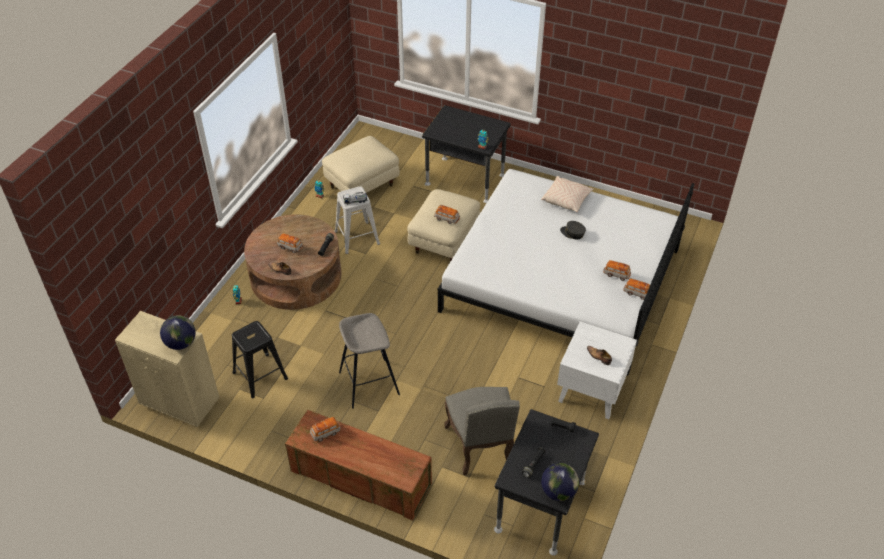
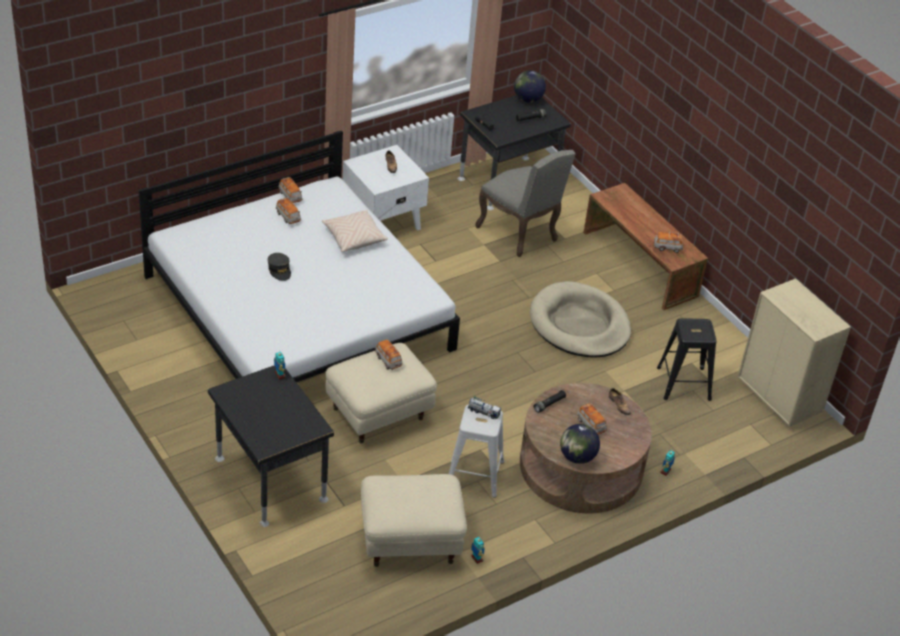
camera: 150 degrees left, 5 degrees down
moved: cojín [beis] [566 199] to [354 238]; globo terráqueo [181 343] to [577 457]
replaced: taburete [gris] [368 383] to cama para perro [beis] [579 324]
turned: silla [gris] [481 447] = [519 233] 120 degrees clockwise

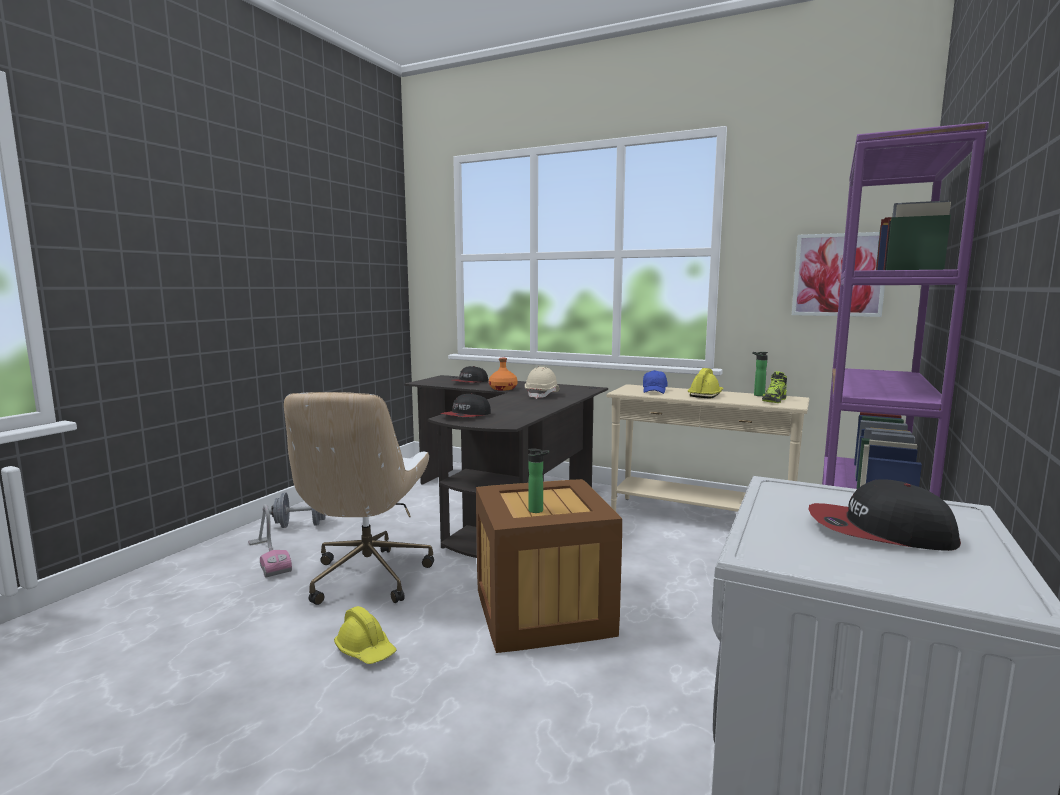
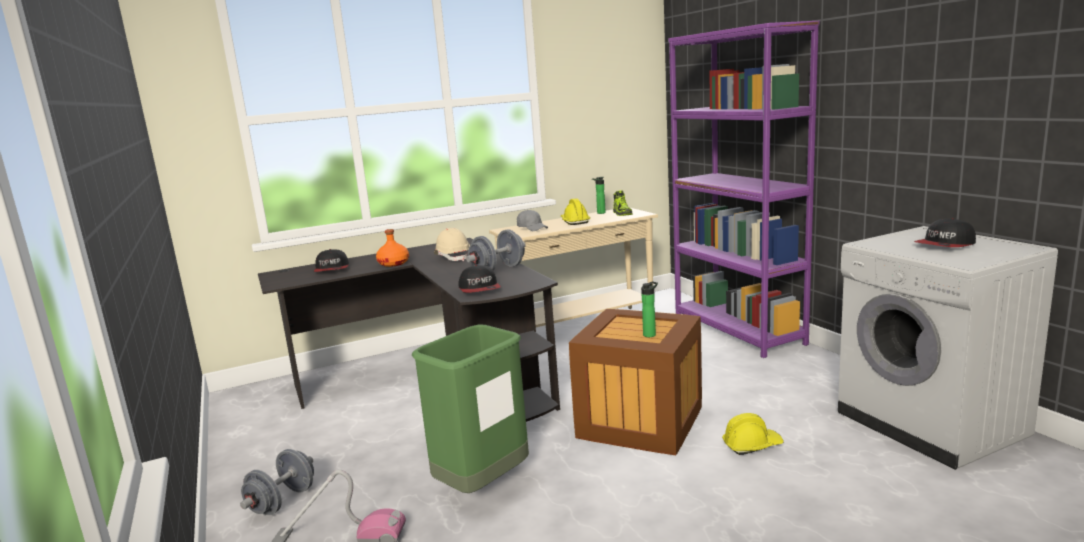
camera: 50 degrees left, 5 degrees up
removed: cuadro [838 275]
added: mancuerna [gris] [498 269]
moved: casco [amarillo] [366 650] to [752 445]
replaced: silla de oficina [blanco] [367 580] to papelera [verde] [482 485]
recoloured: gorra [azul] [654 390] to gorra [gris] [532 228]

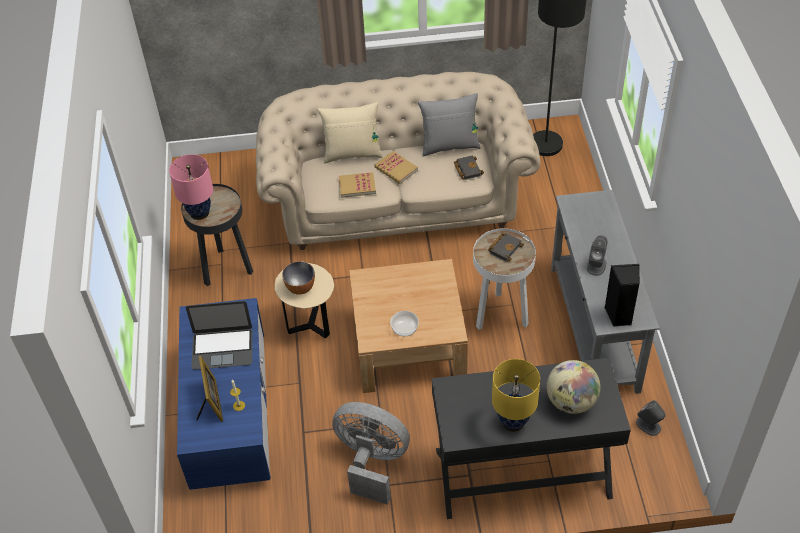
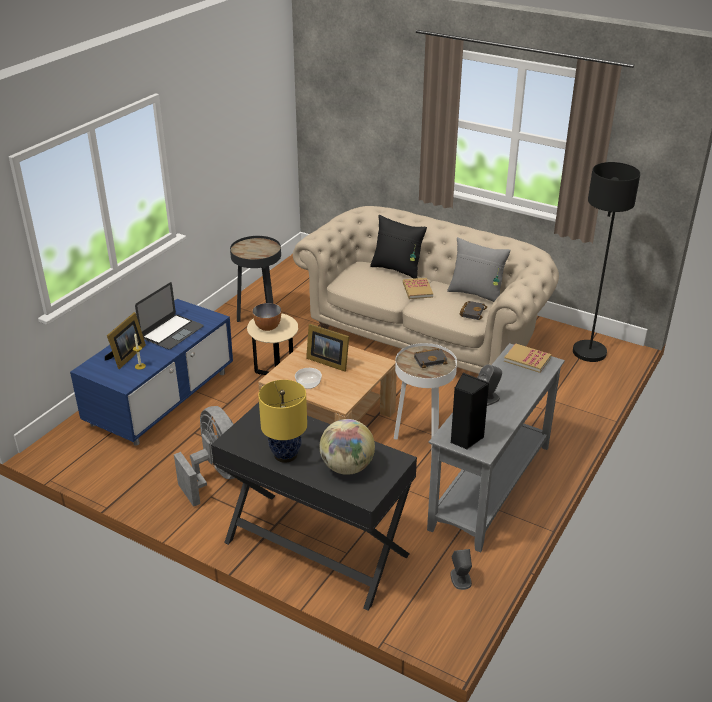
camera: 35 degrees right, 15 degrees down
removed: lámpara de mesa [rosa] [199 212]
added: portarretratos [327 361]
moved: libro [357 186] to [527 359]
recoloured: cojín [beis] [352 154] to cojín [negro] [397 270]
turned: portátil [222 348] = [172 332] 90 degrees counterclockwise

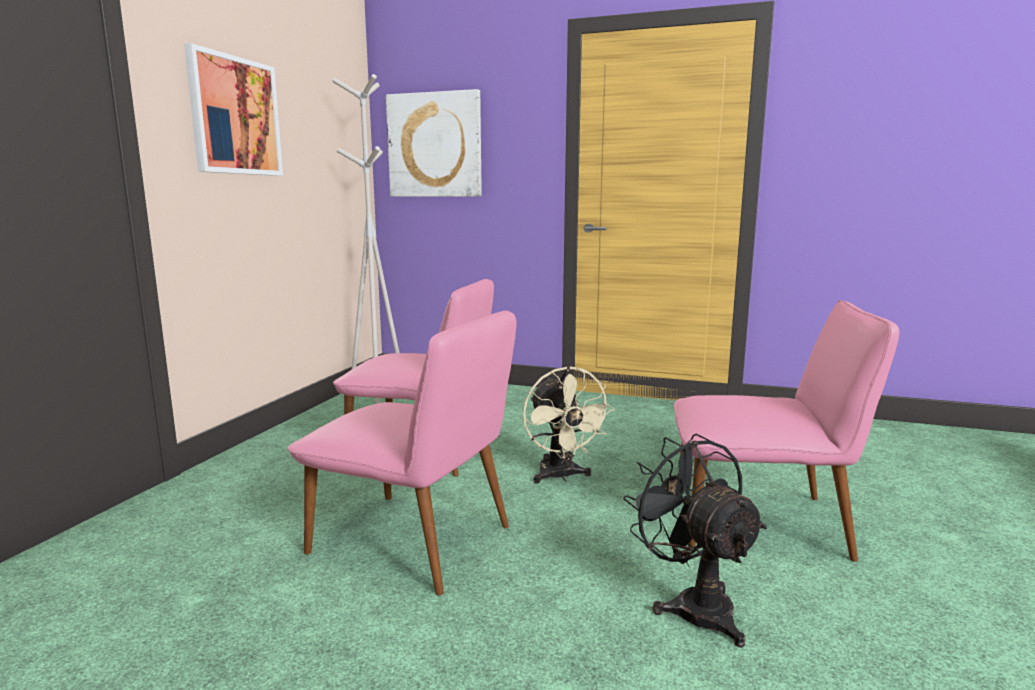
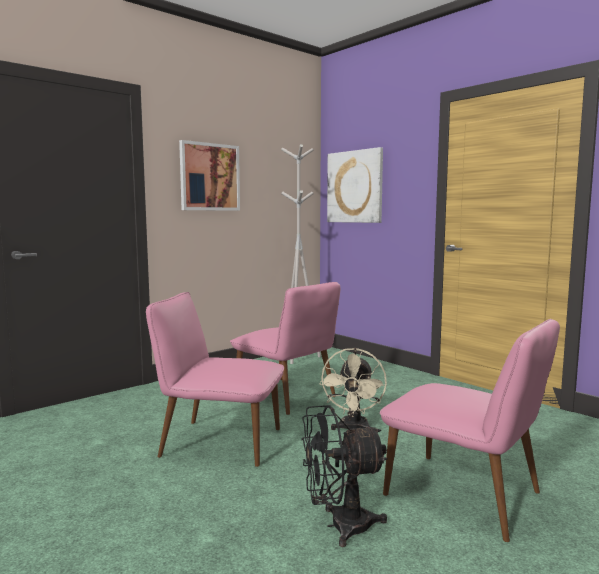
camera: 30 degrees right, 5 degrees down
turned: silla [rosa] [411 539] = [221 442] 135 degrees clockwise; ventilador [negro] [693 605] = [339 526] 105 degrees counterclockwise

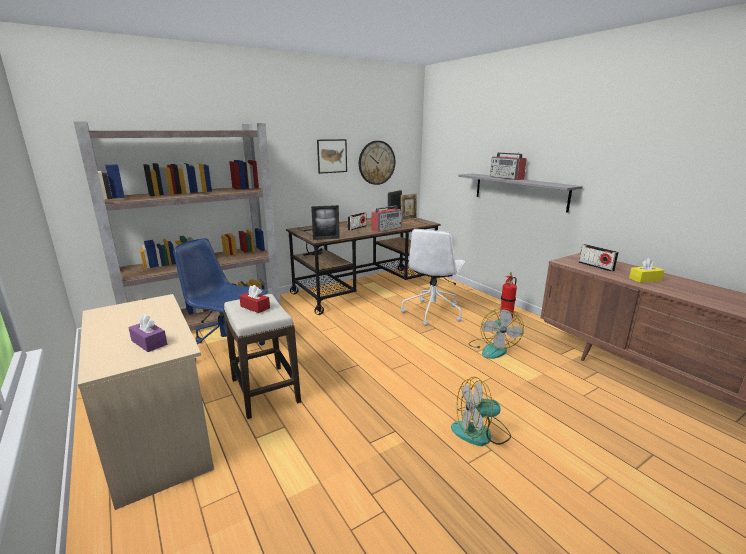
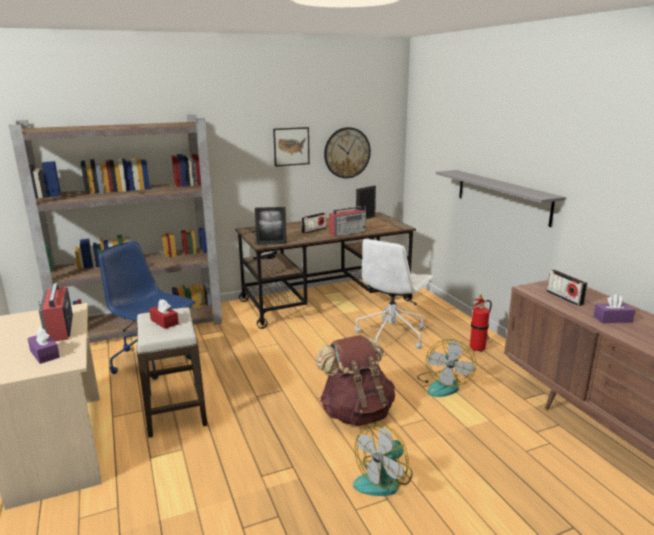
camera: 10 degrees right, 0 degrees up
removed: portarretratos [408 219]
added: mochila [marrón] [356 412]
moved: radio [506 178] to [59 329]
recoloured: caja de pañuelos [amarillo] [645 279] to caja de pañuelos [morado] [612 319]
turned: ventilador [480 433] = [384 479] 45 degrees counterclockwise

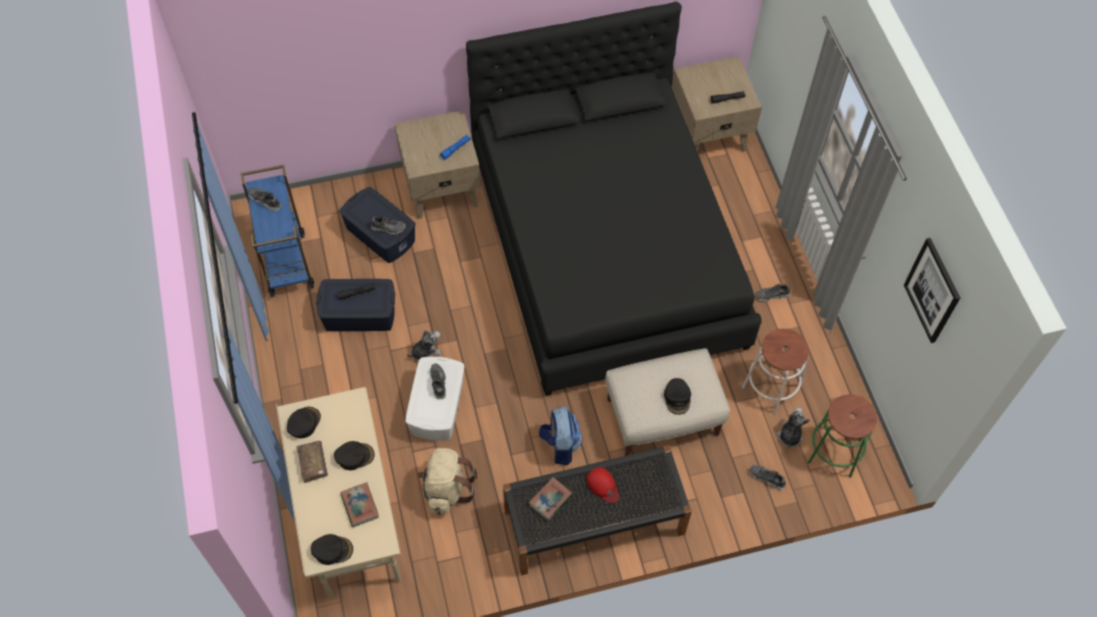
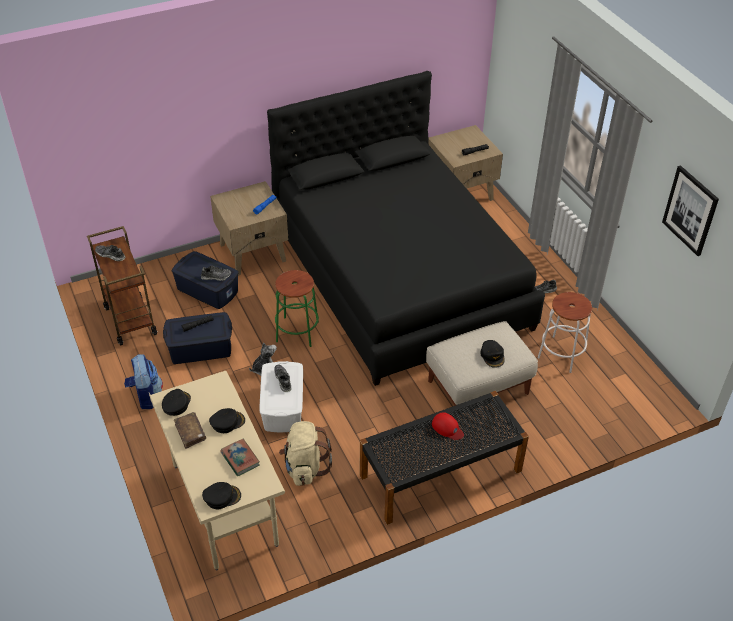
camera: 10 degrees left, 15 degrees down
removed: peluche [789 435]; zapato [767 478]; libro [550 500]
moved: taburete [verde] [834 451] to [297 331]; mochila [560 445] to [146 396]
recoloured: carrito [azul] [287 262] to carrito [marrón] [130 319]

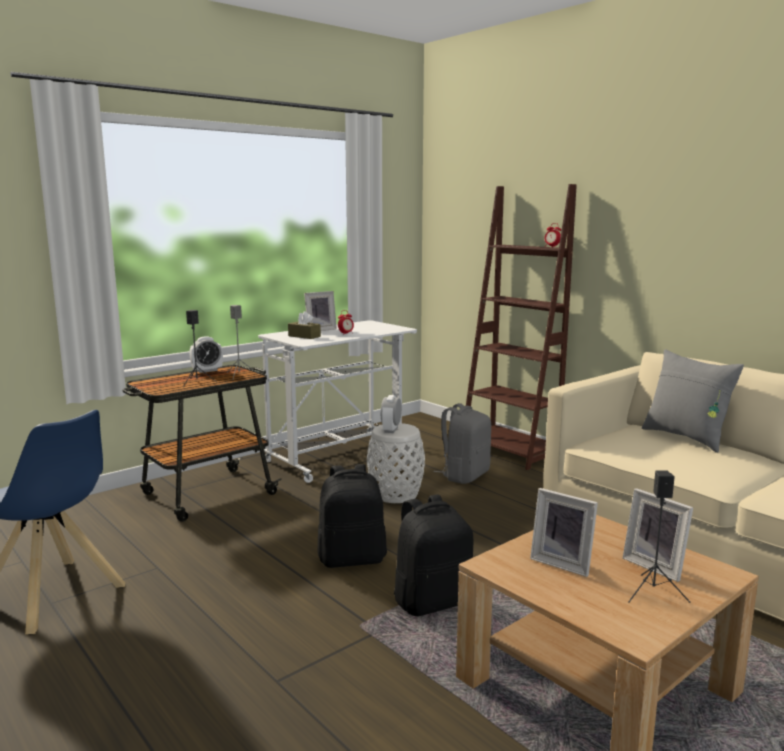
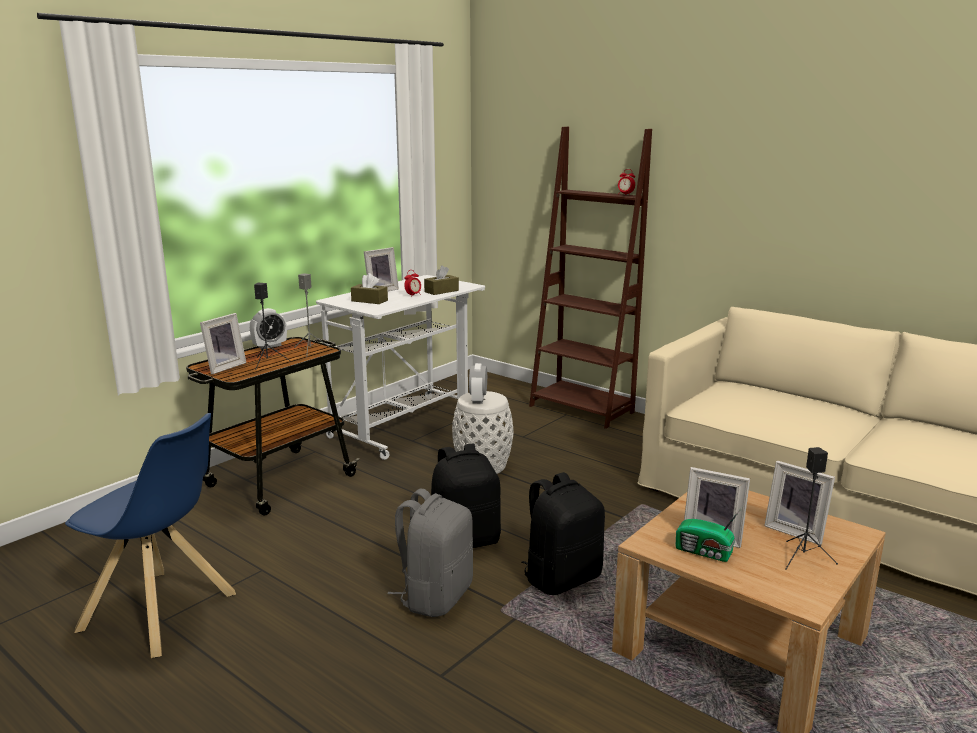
camera: 10 degrees left, 5 degrees up
removed: cojín [gris] [685 438]
added: caja de pañuelos [marrón] [441 291]; portarretratos [223 367]; radio [705 552]
moved: mochila [gris] [464 476] to [435 596]

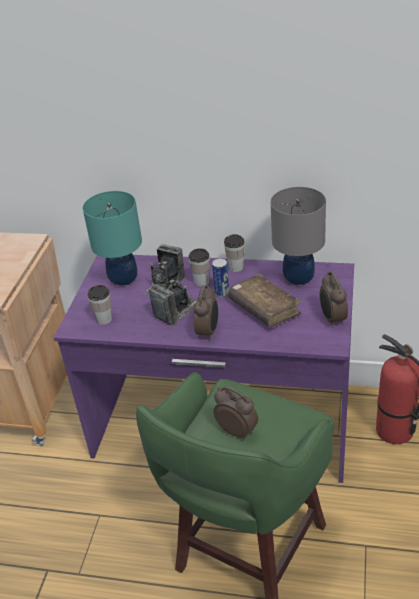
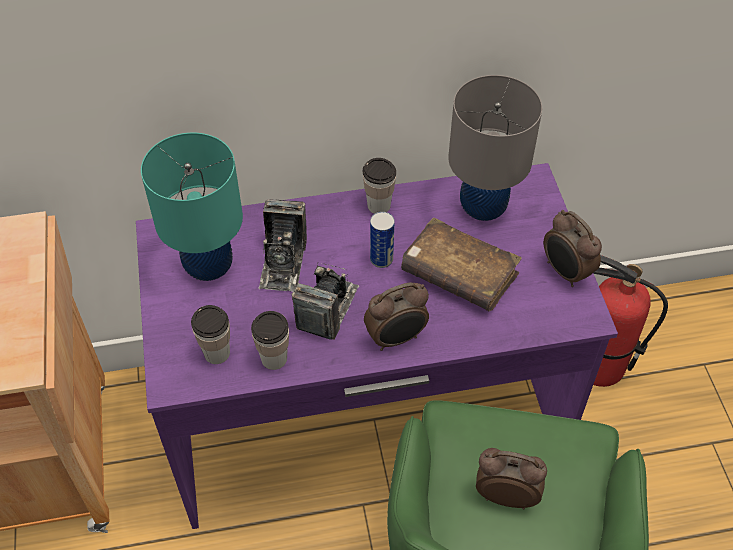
camera: 25 degrees left, 15 degrees up
moved: taza [201 282] to [274 358]
turned: despertador [208 332] = [396 338] 75 degrees clockwise

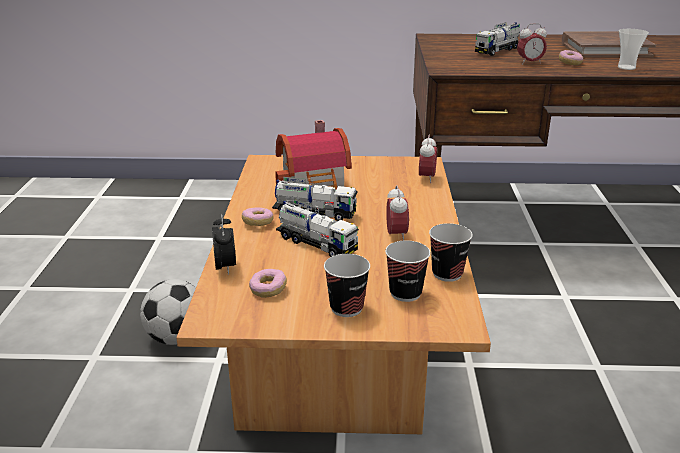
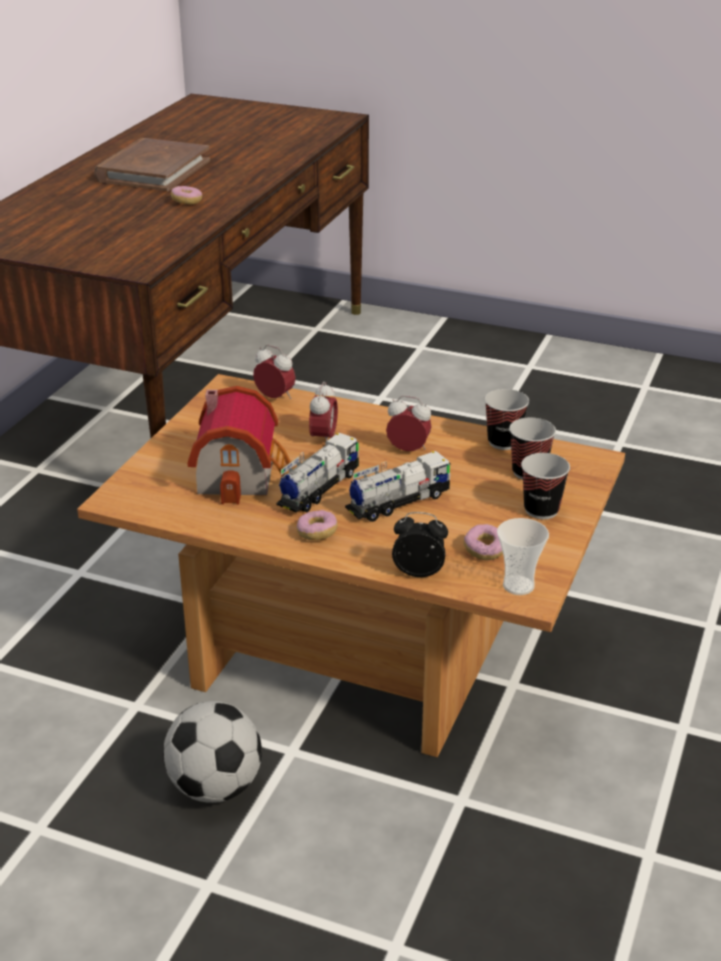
camera: 70 degrees left, 5 degrees up
removed: camión de juguete [497 50]
moved: despertador [529 63] to [323 438]; taza [626 67] to [518 586]

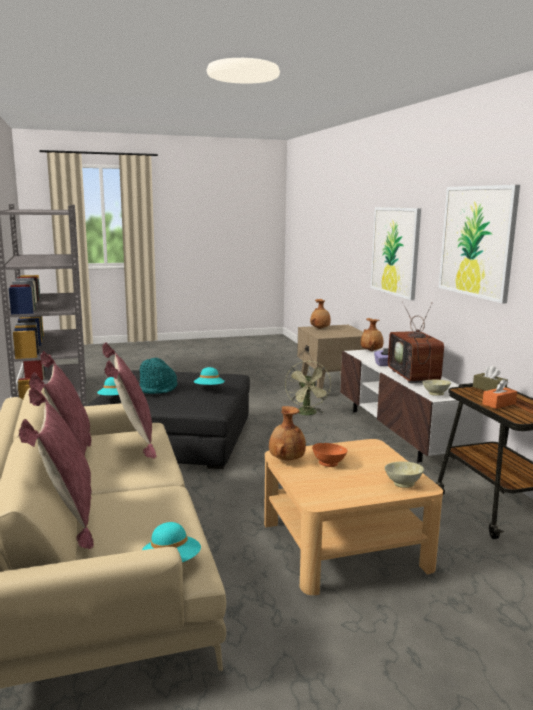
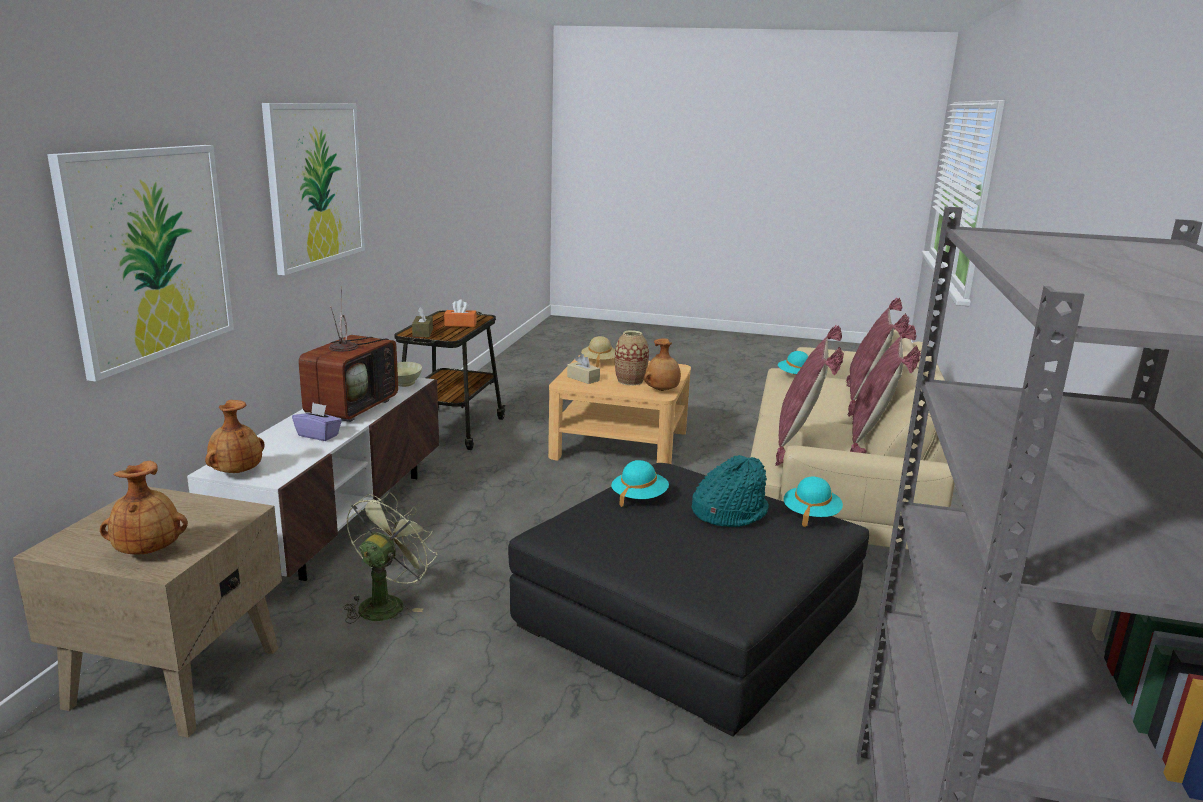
camera: 150 degrees left, 5 degrees up
added: caja de pañuelos [beis] [583 379]
replaced: cuenco [naranja] [329 464] to florero [630 381]; cuenco [beis] [403 484] to sombrero [beis] [599 362]

